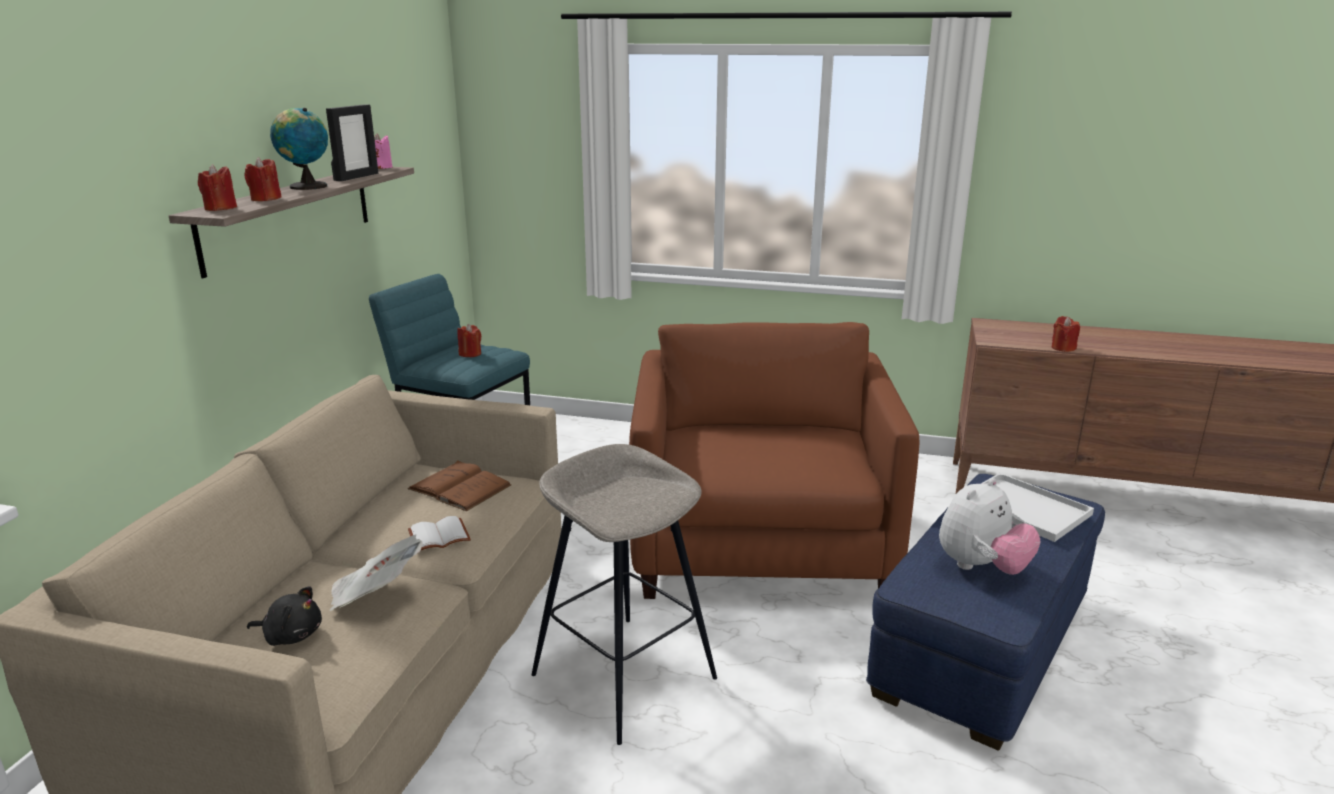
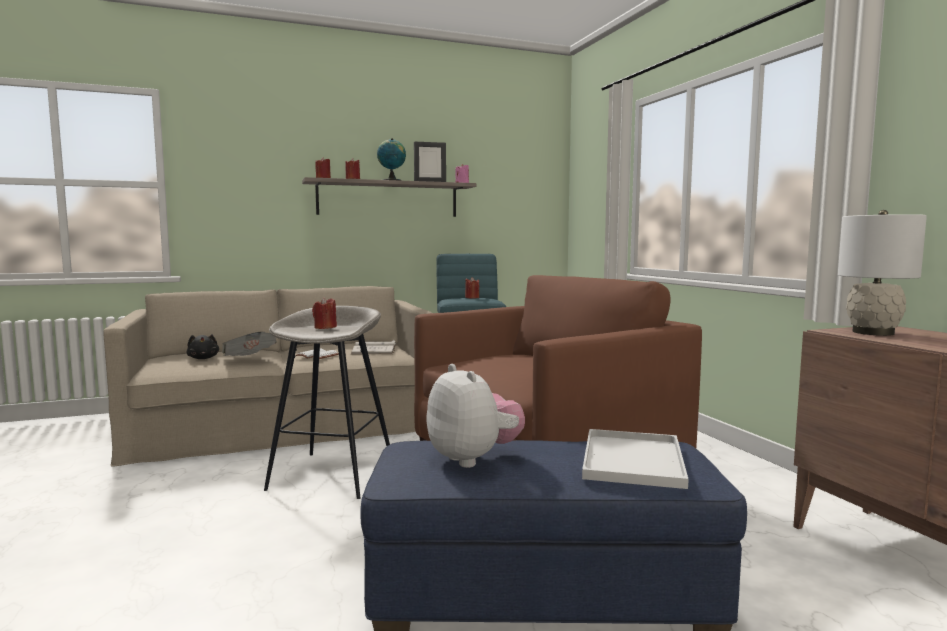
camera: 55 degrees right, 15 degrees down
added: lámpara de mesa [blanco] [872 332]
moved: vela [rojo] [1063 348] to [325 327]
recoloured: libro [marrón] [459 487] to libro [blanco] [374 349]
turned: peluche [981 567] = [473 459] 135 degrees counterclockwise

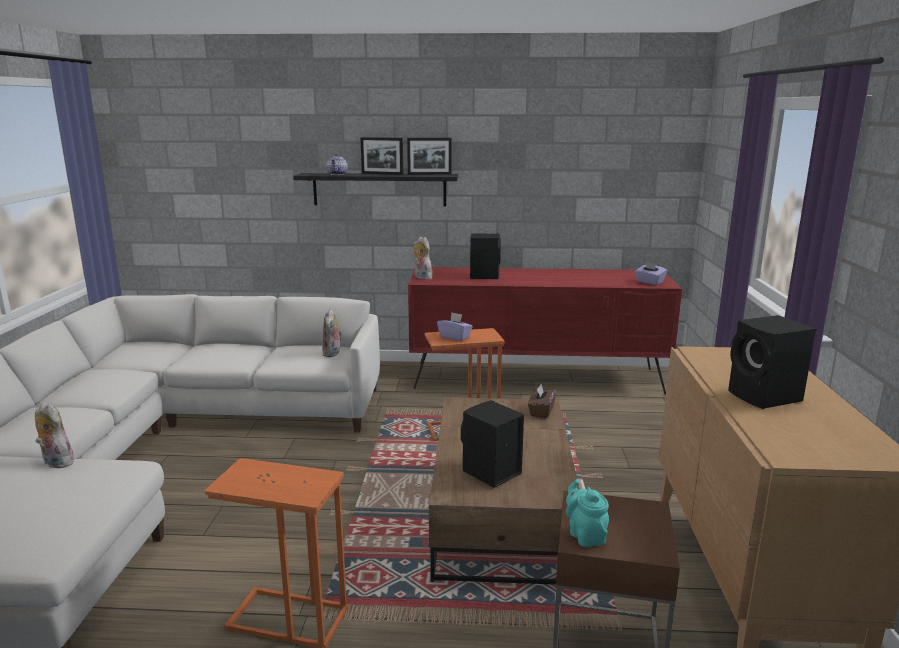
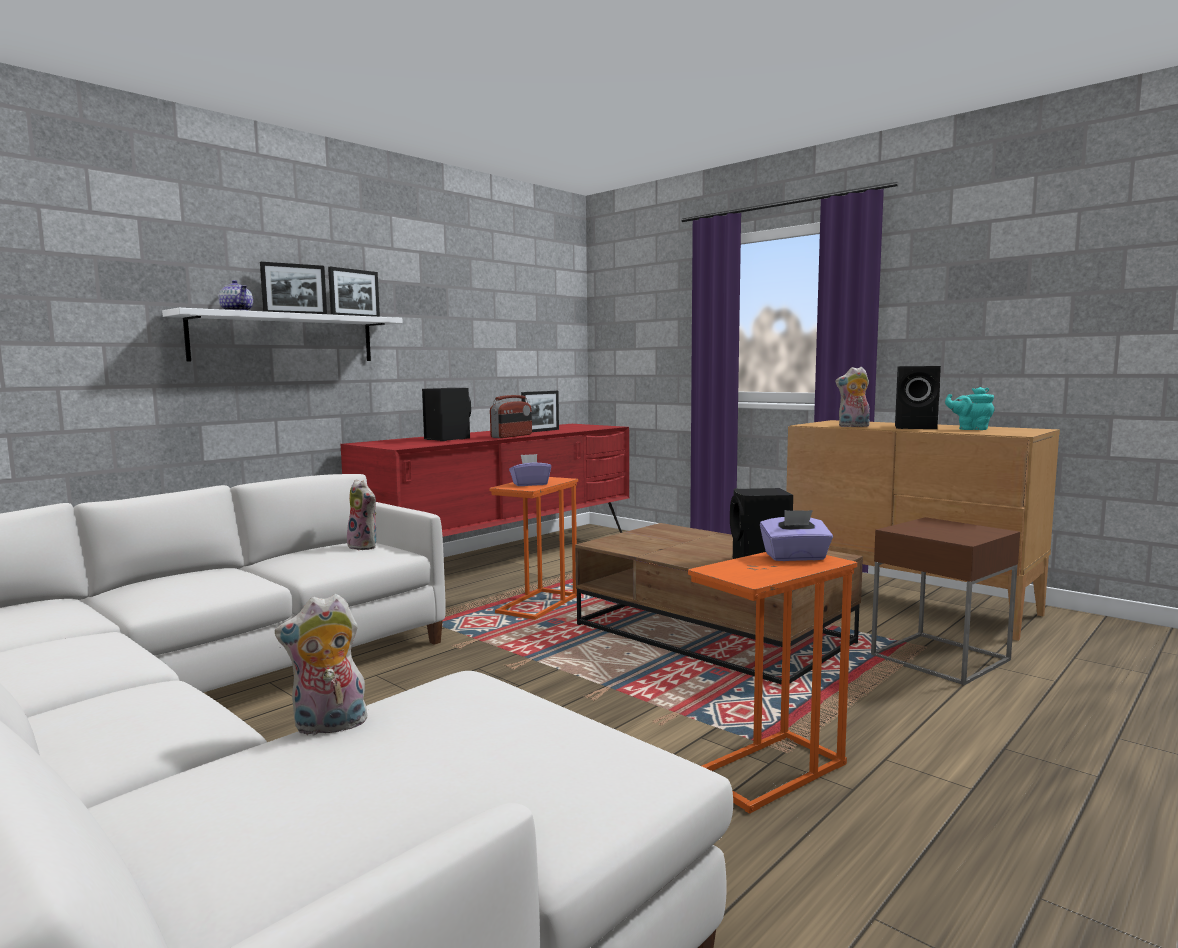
camera: 50 degrees left, 10 degrees down
removed: caja de pañuelos [marrón] [541 411]
added: portarretratos [541 431]; radio [512 436]
moved: peluche [421 277] to [853 426]; caja de pañuelos [morado] [649 282] to [795 557]; tetera [turquesa] [585 535] to [970 429]
recoloured: estante [negro] [379 189] to estante [blanco] [284 338]

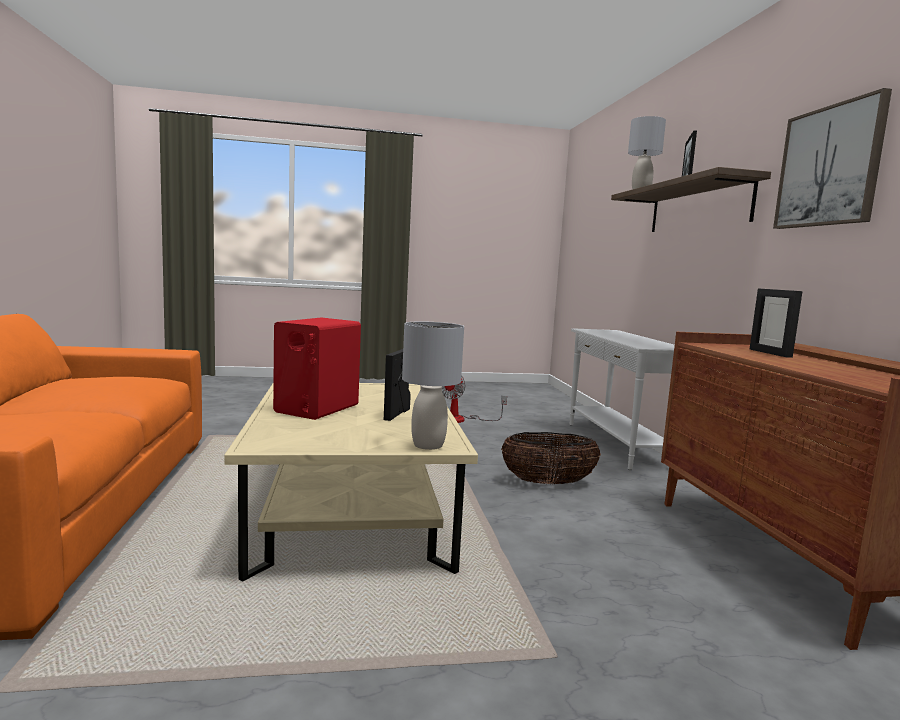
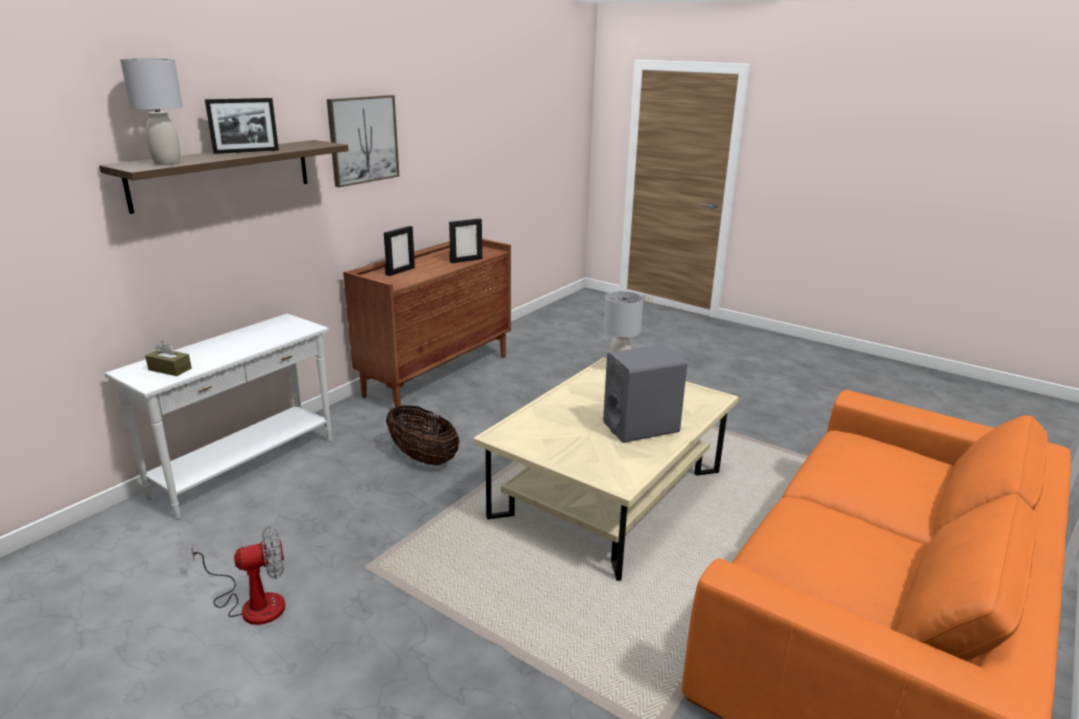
camera: 135 degrees left, 15 degrees up
added: caja de pañuelos [marrón] [170 369]
moved: portarretratos [397 414] to [466 260]
recoloured: altavoz [rojo] [317 409] to altavoz [gris] [641 427]

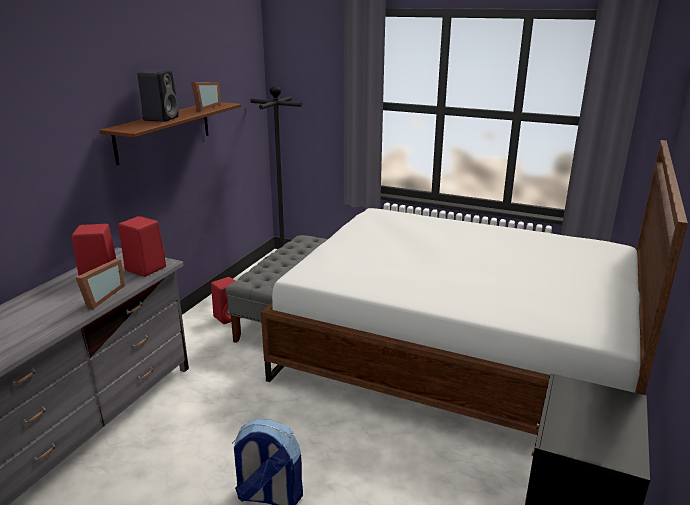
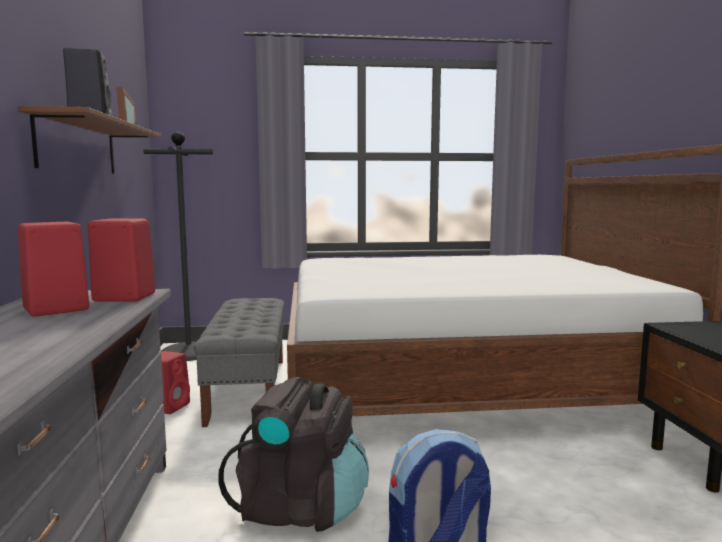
camera: 30 degrees left, 15 degrees down
removed: portarretratos [100 297]
added: mochila [negro] [300 508]

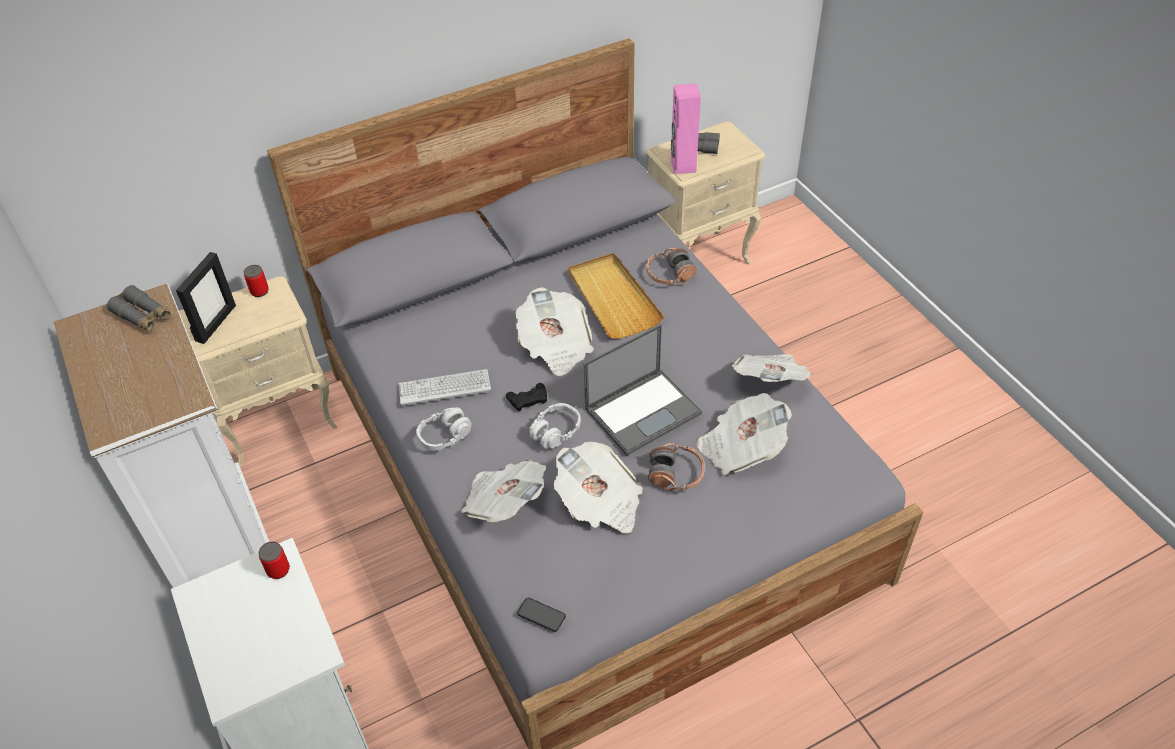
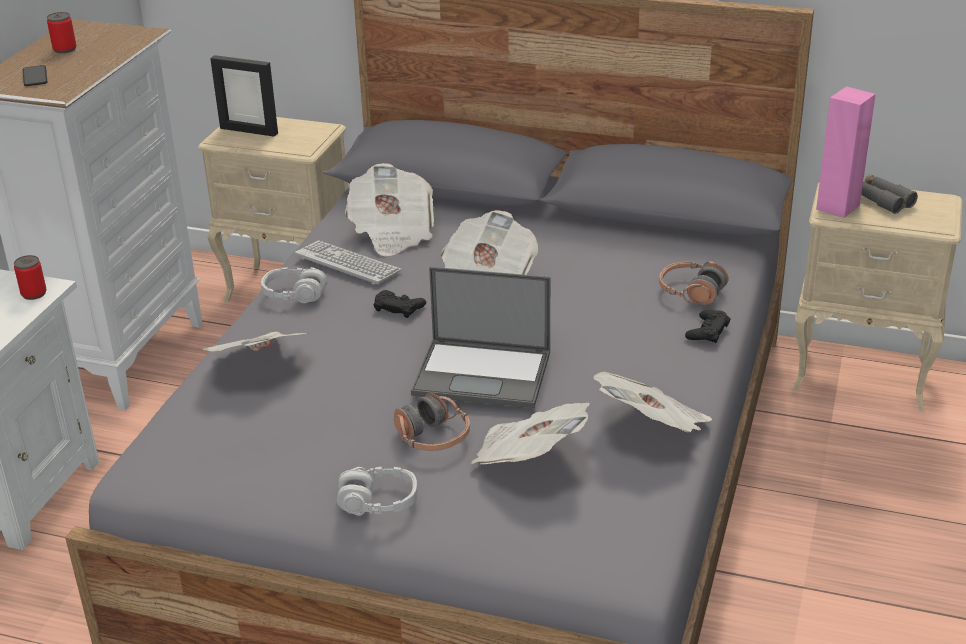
camera: 45 degrees right, 15 degrees down
removed: bandeja [beis] [612 298]; prismáticos [gris] [143 315]
added: mando de consola [negro] [707 331]
moved: lata [259 291] to [65 49]; auriculares [gris] [555 431] to [378 502]; periódico [600 503] to [392 232]; móvil [541 615] to [35 77]
turned: portarretratos [216 323] = [249 130] 45 degrees clockwise

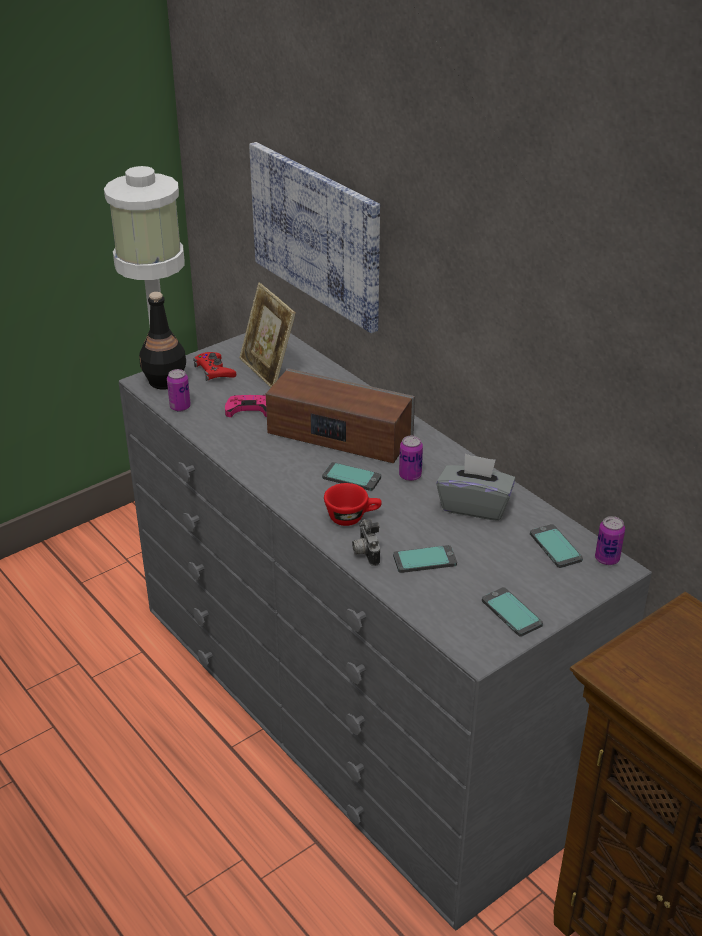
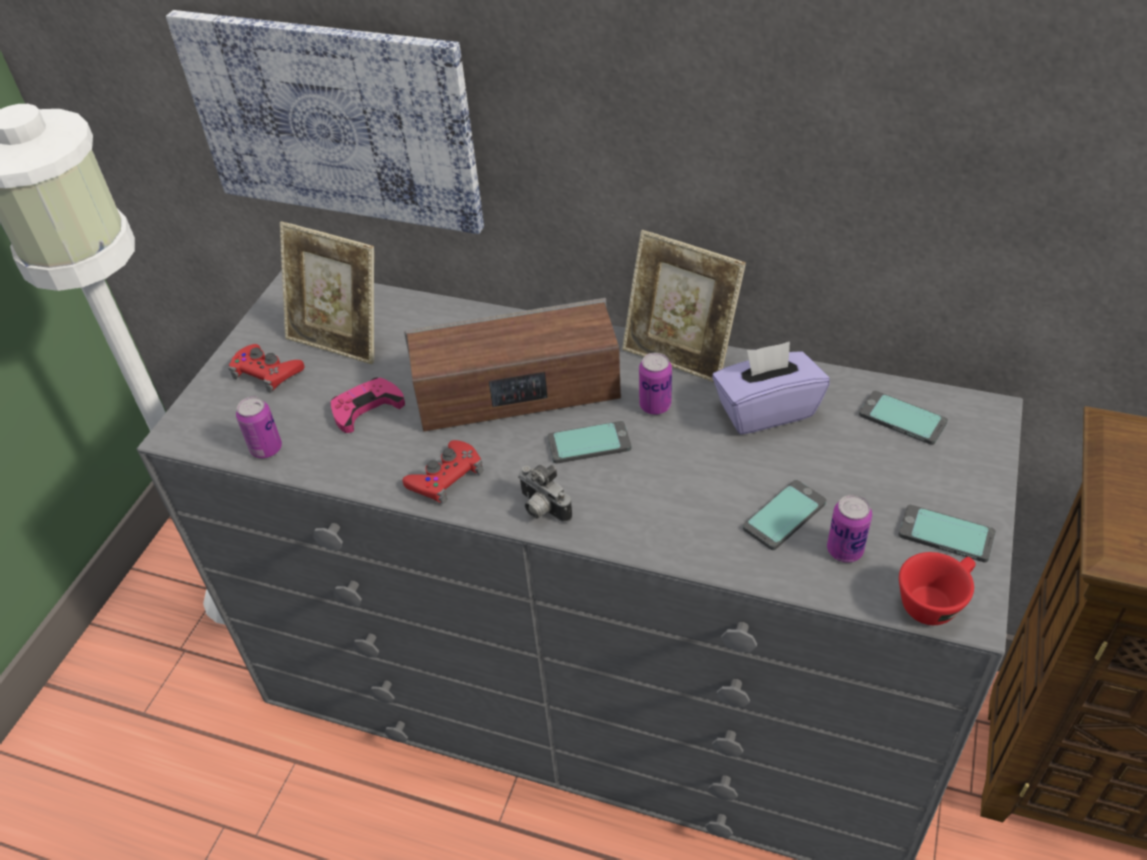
camera: 30 degrees left, 10 degrees up
removed: botella [negro] [165 381]
added: portarretratos [679 354]; mando de consola [rojo] [446 477]
moved: taza [rojo] [352 517] to [934 600]; lata [607 559] to [844 550]; cámara [365 553] to [542 509]
recoloured: caja de pañuelos [gris] [474 506] to caja de pañuelos [morado] [766 410]

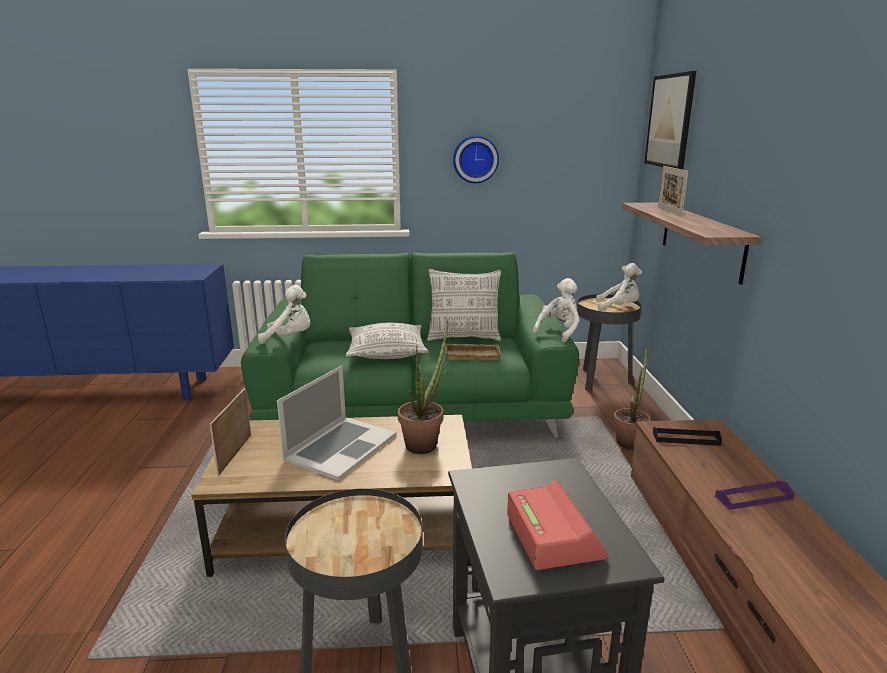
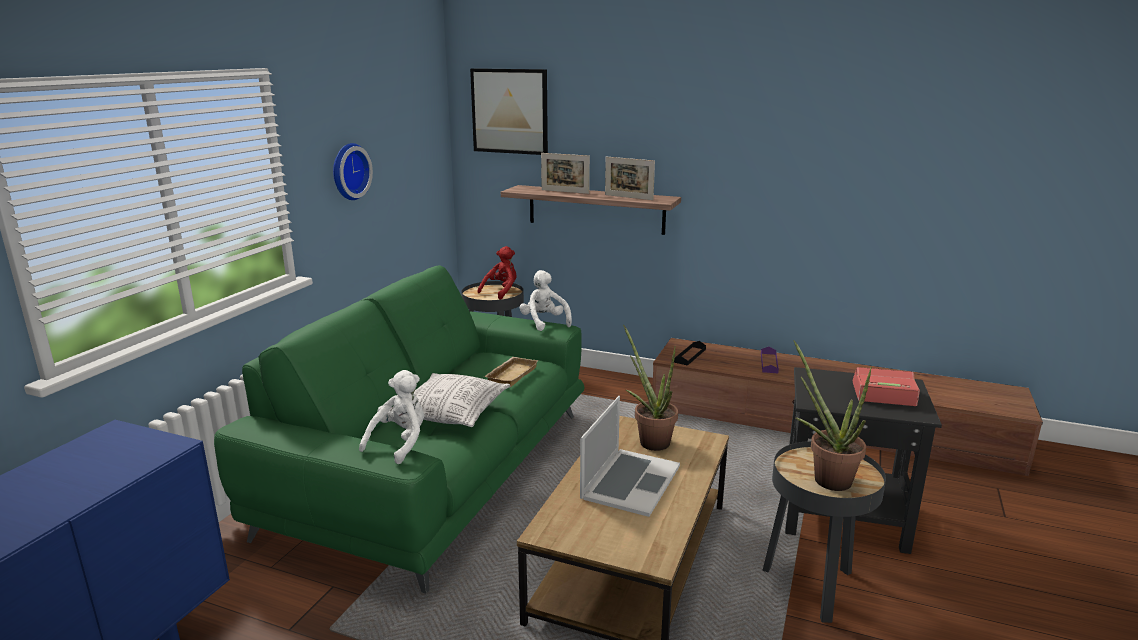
camera: 65 degrees left, 0 degrees up
removed: cojín [464 337]
moved: planta en maceta [630 440] to [825 477]; portarretratos [235 454] to [628 197]
recoloured: peluche [blanco] [619 307] to peluche [rojo] [501 291]
turned: portátil [340 447] = [630 481] 60 degrees clockwise

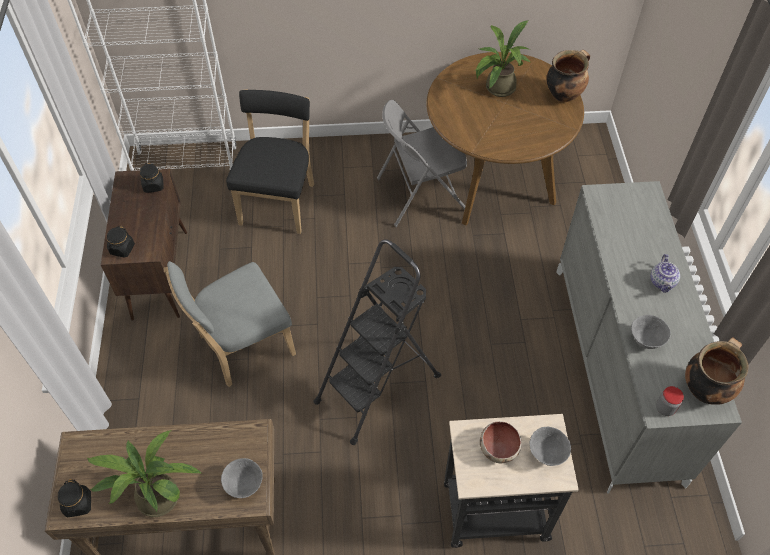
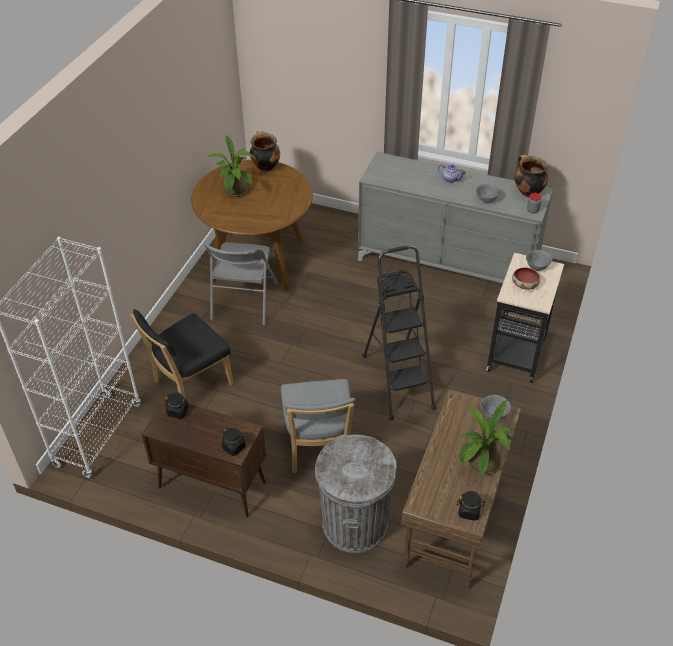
camera: 65 degrees left, 10 degrees down
added: papelera [gris] [354 524]
turned: silla [negro] [279 201] = [190 385] 75 degrees counterclockwise

